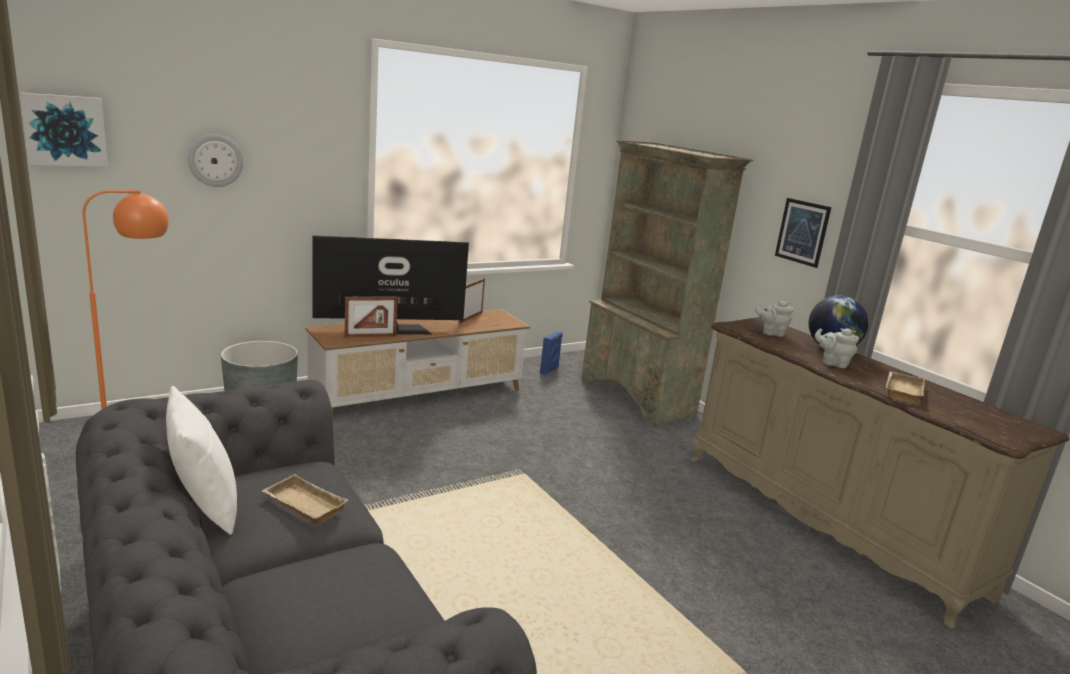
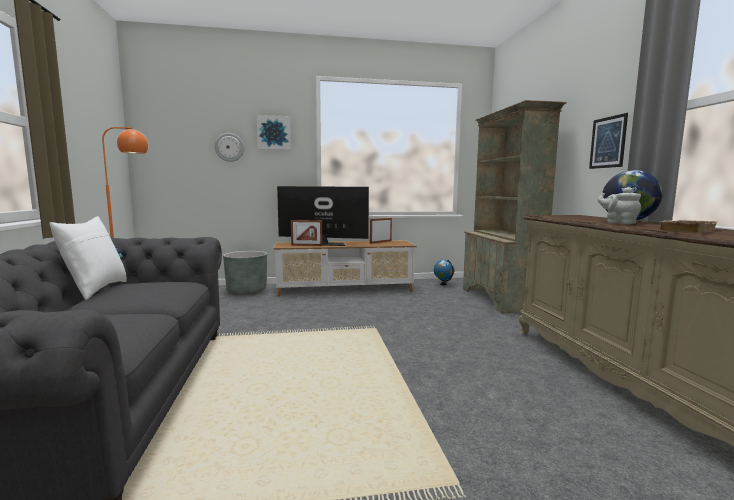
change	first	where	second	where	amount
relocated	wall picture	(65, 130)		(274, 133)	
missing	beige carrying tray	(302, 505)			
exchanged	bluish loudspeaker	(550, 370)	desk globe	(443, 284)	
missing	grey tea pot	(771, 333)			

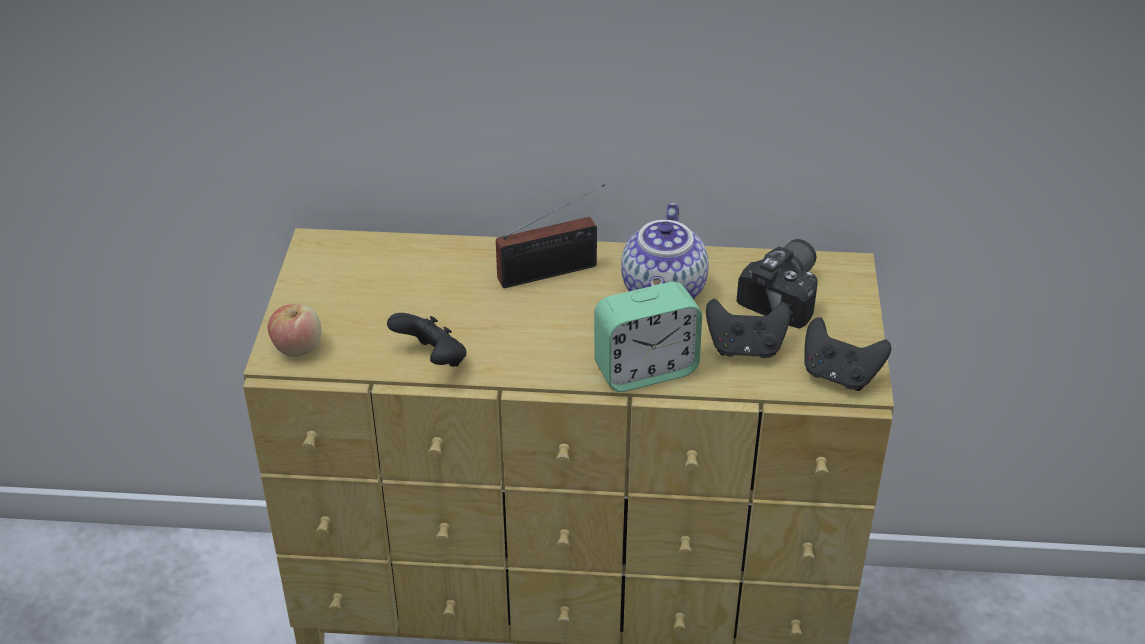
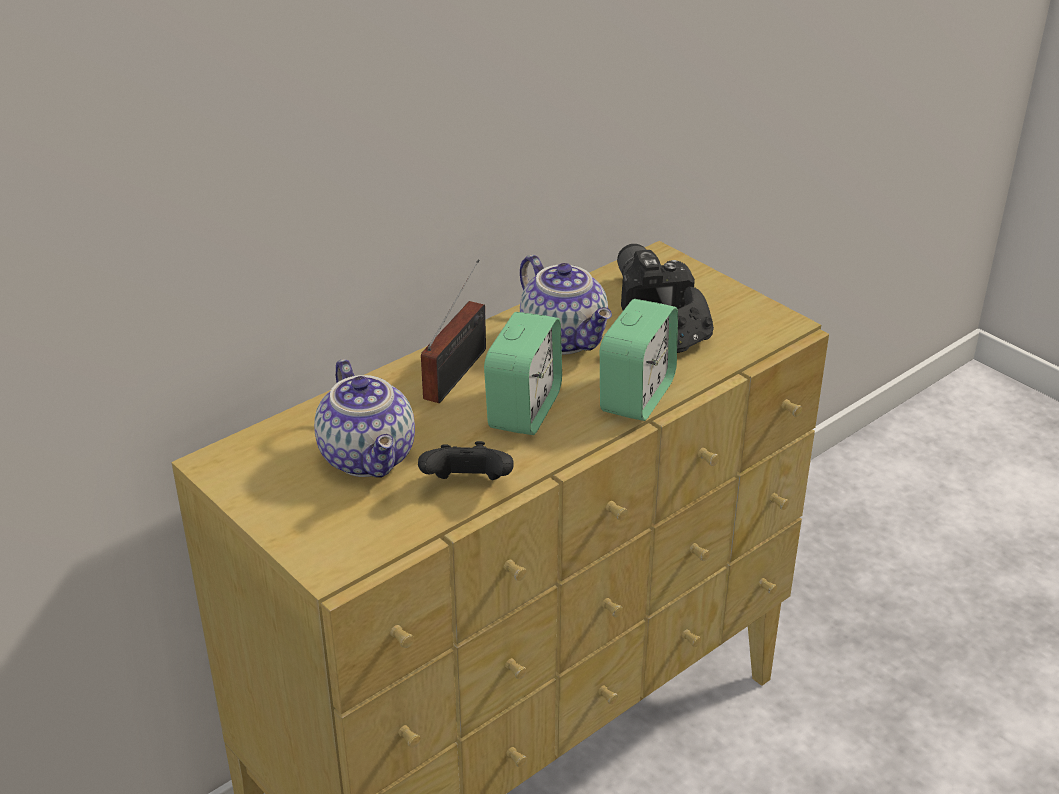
change	first	where	second	where	amount
missing	apple fruit	(297, 347)			
missing	black-coloured game controller	(839, 375)			
appeared			tea pot	(370, 457)	
appeared			alarm clock	(524, 410)	

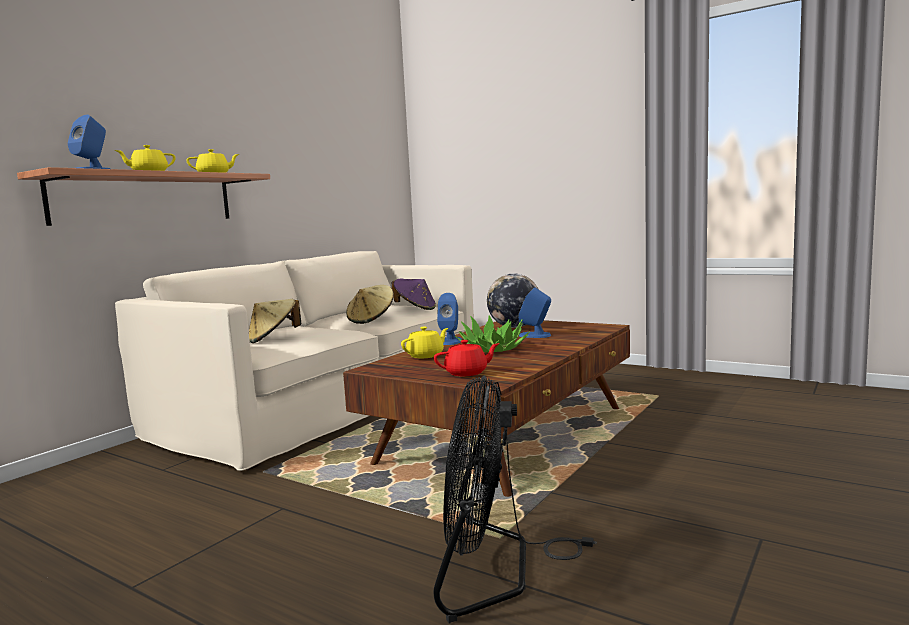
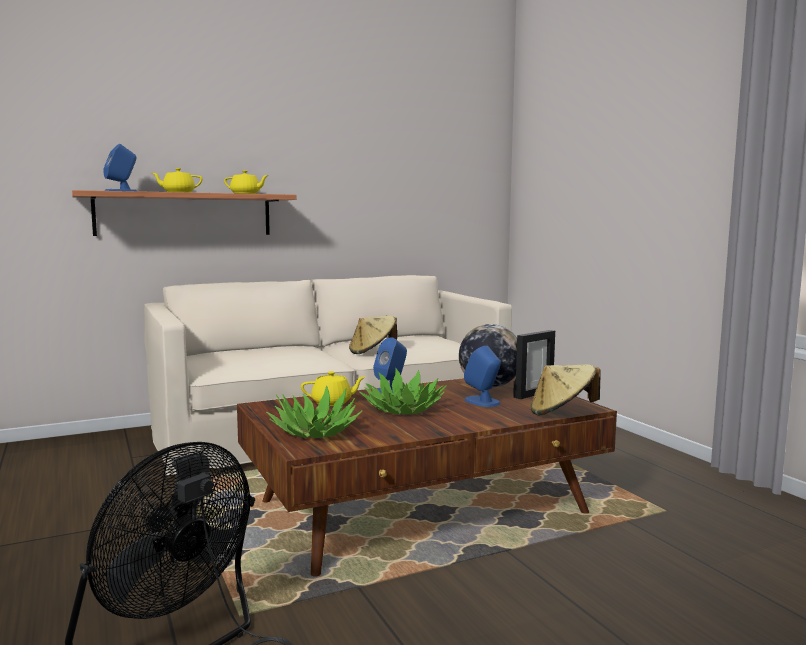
change	first	where	second	where	amount
relocated	beige hat	(273, 339)		(562, 412)	
missing	purple-coloured hat	(415, 309)			
exchanged	red-coloured tea pot	(467, 373)	houseplant	(315, 431)	
appeared			standing frame	(533, 394)	

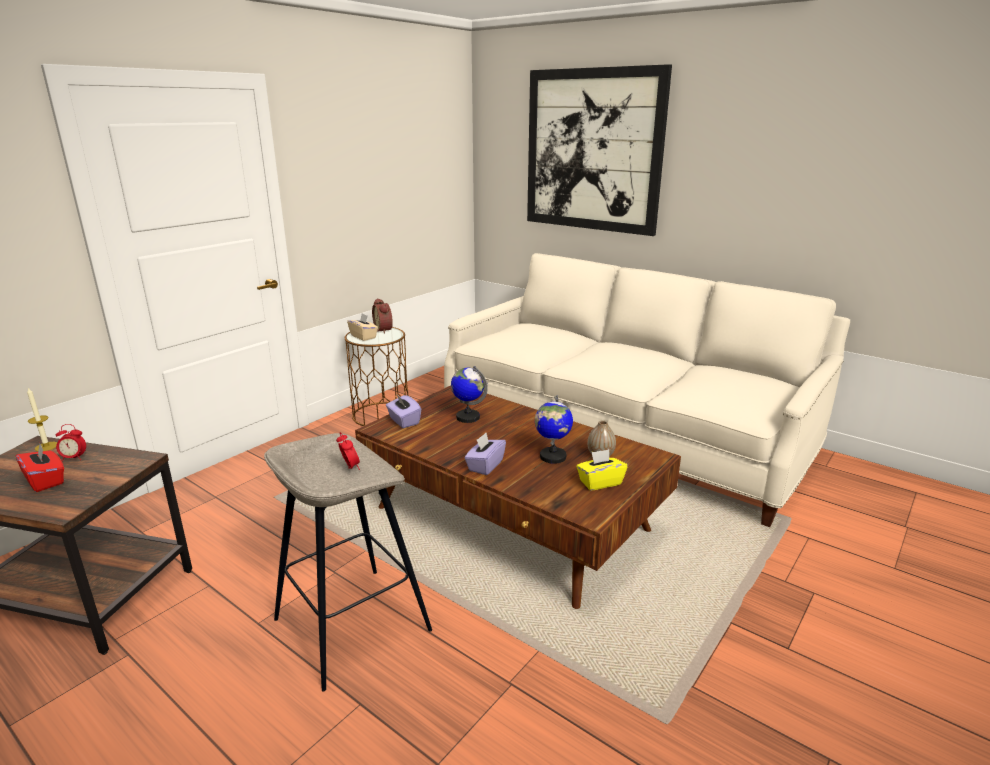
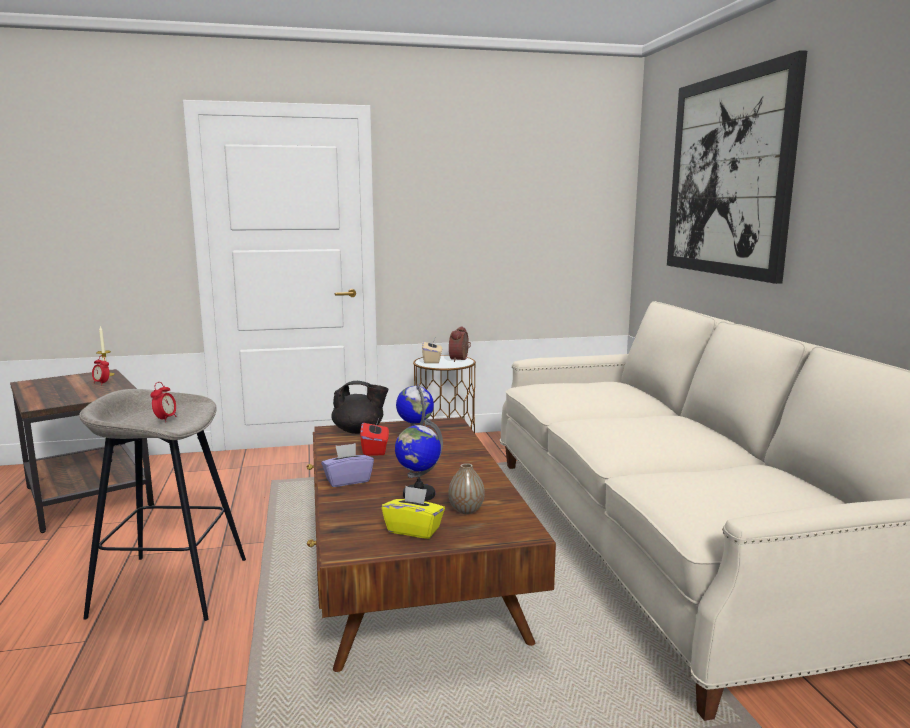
change	first	where	second	where	amount
relocated	red-coloured tissue box	(46, 480)		(375, 450)	
exchanged	purple-coloured tissue box	(403, 421)	black-coloured tea pot	(359, 431)	

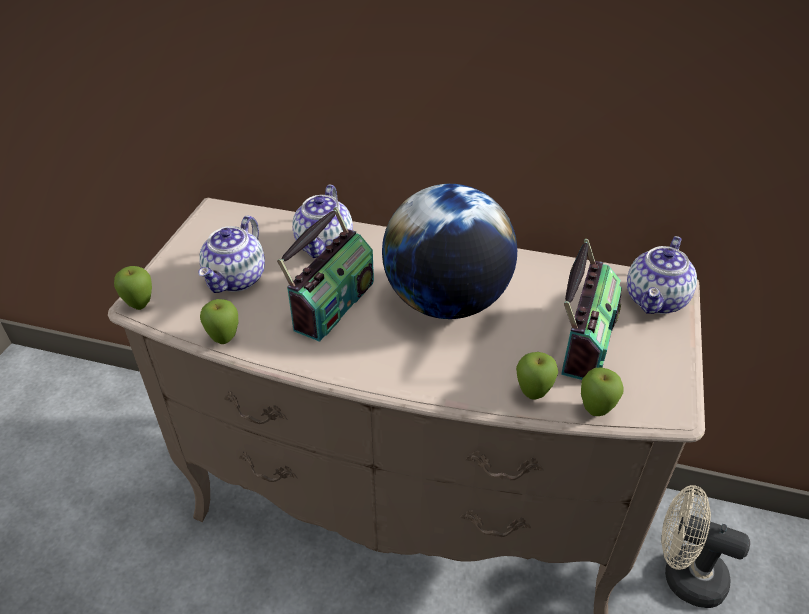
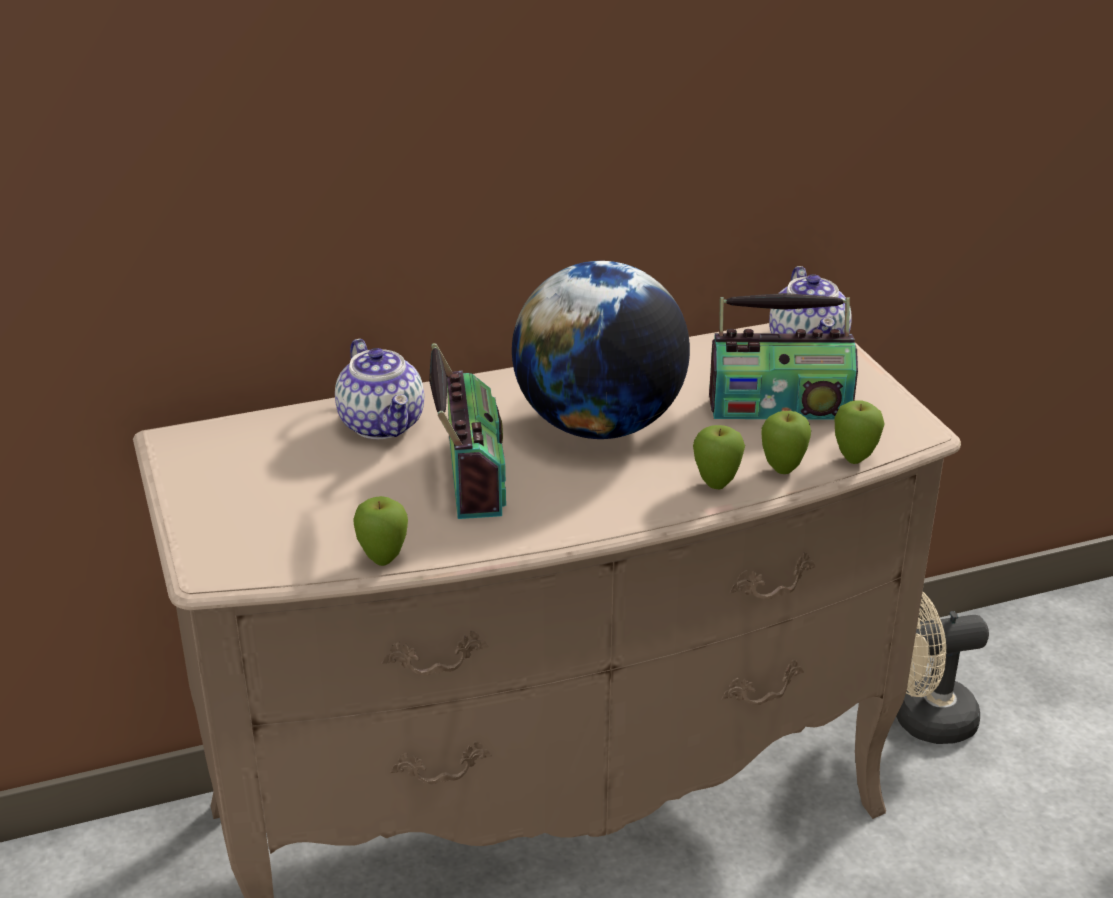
change	first	where	second	where	amount
relocated	apple fruit	(140, 305)		(716, 485)	
missing	tea pot	(236, 279)			
spun	radio	(584, 340)		(779, 406)	105 degrees clockwise

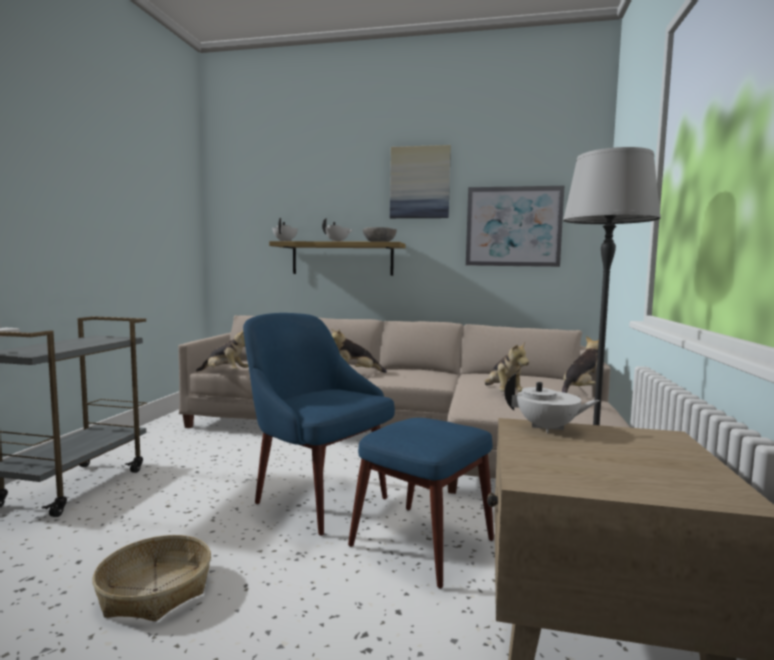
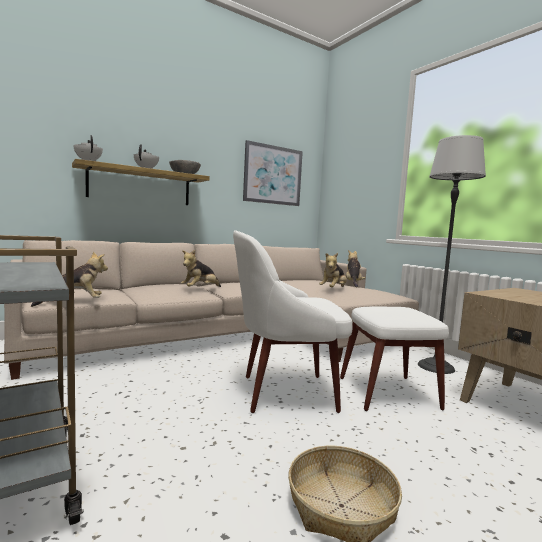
change	first	where	second	where	amount
colour	bluish armchair	(352, 514)	white armchair	(323, 393)	
missing	wall picture	(420, 182)			
spun	cuddly toy	(503, 393)		(333, 289)	90 degrees clockwise
missing	white tea pot	(548, 428)			

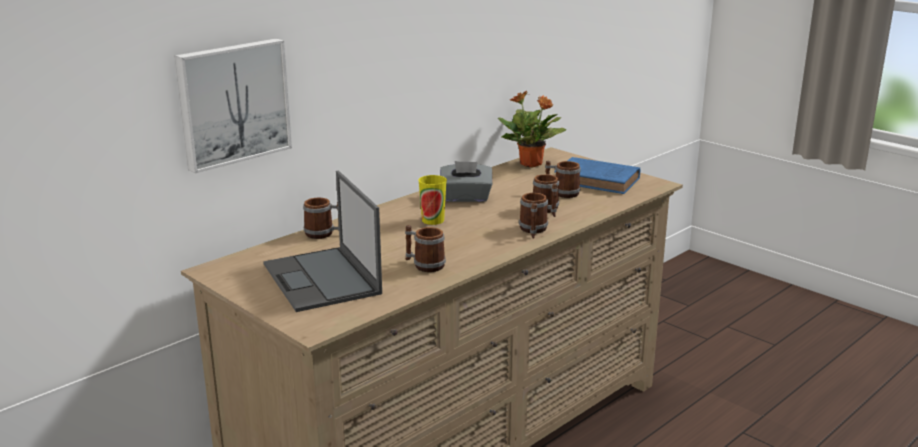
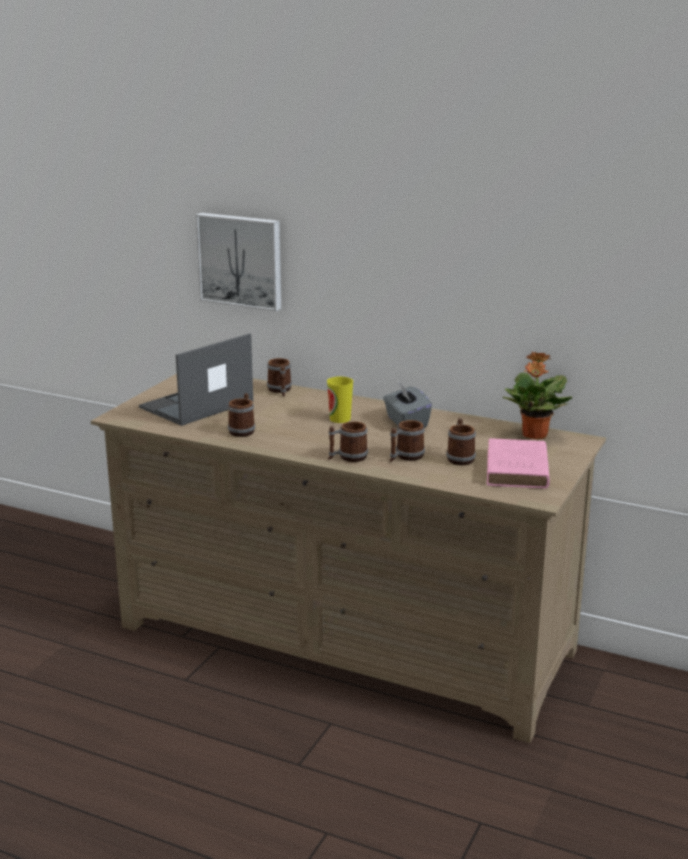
change	first	where	second	where	amount
colour	bluish book	(599, 181)	pink book	(517, 470)	

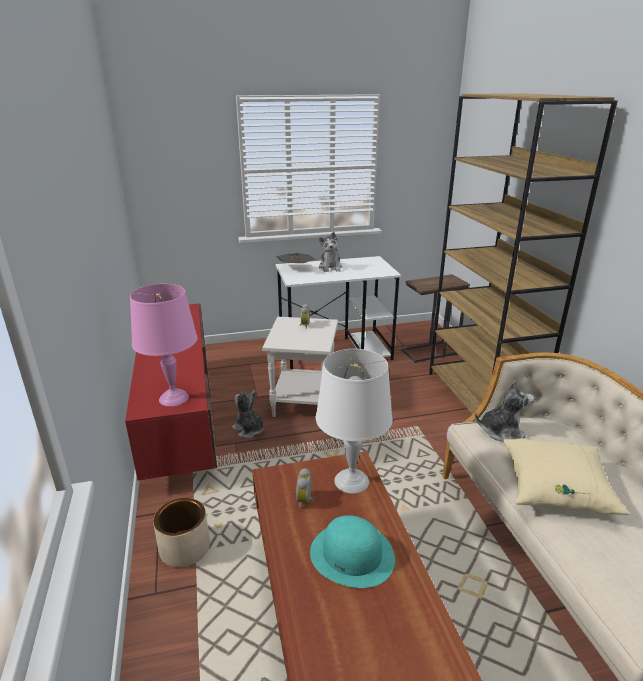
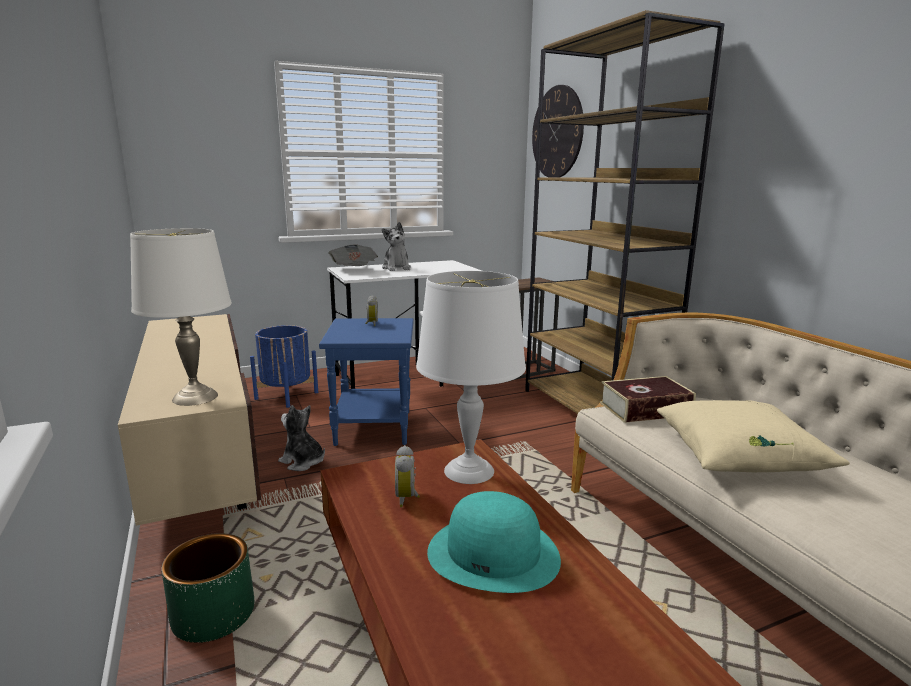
change	first	where	second	where	amount
colour	red-coloured media console	(180, 417)	beige media console	(201, 456)	
colour	pink lamp for a table	(174, 398)	white lamp for a table	(196, 397)	
colour	beige flower pot	(184, 548)	green-coloured flower pot	(213, 615)	
colour	white end table	(302, 401)	bluish end table	(372, 427)	
exchanged	cuddly toy	(500, 431)	book	(645, 409)	
appeared			bluish flower pot	(286, 395)	
appeared			wall clock	(557, 132)	

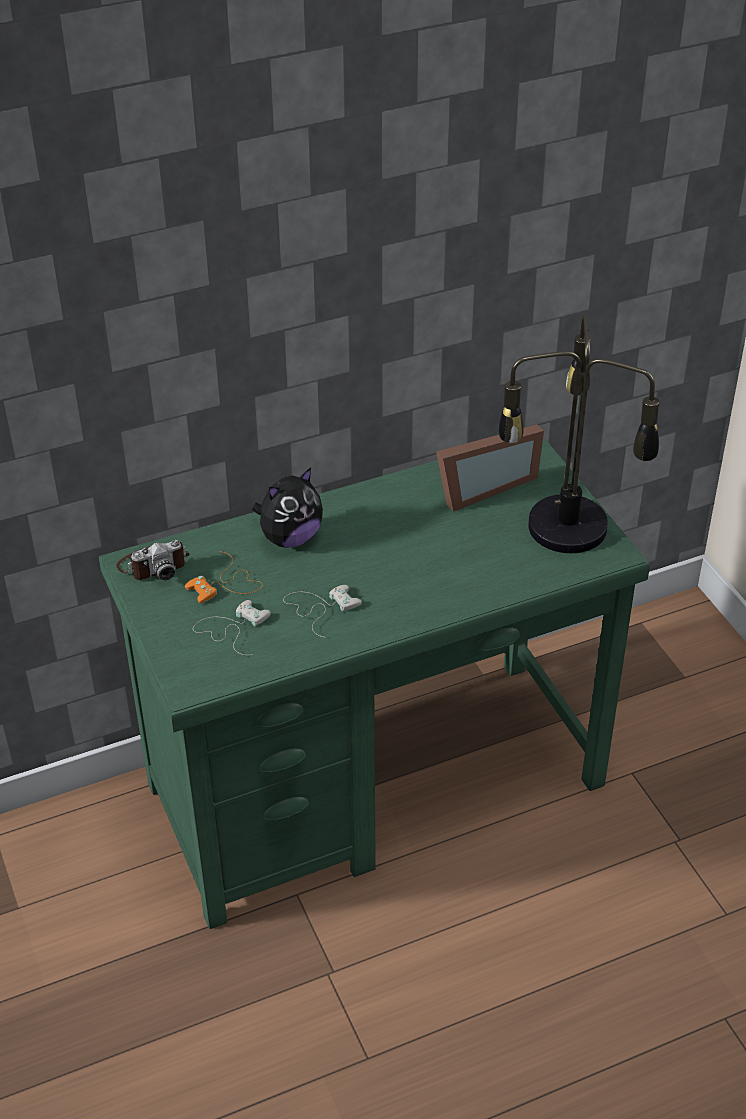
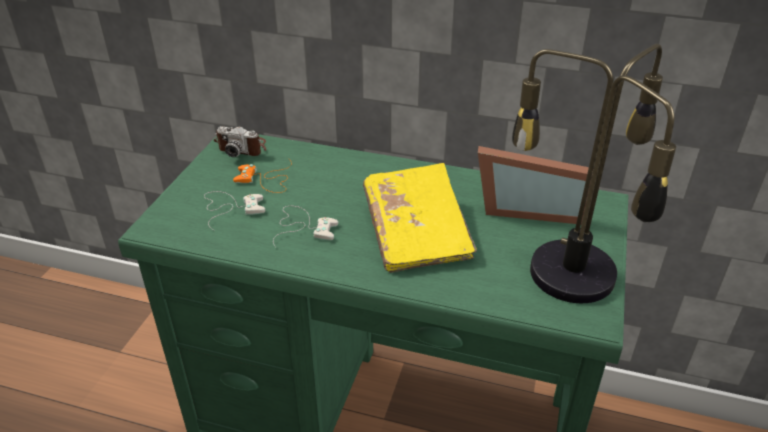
change	first	where	second	where	amount
missing	cuddly toy	(290, 538)			
appeared			yellowish book	(416, 233)	

